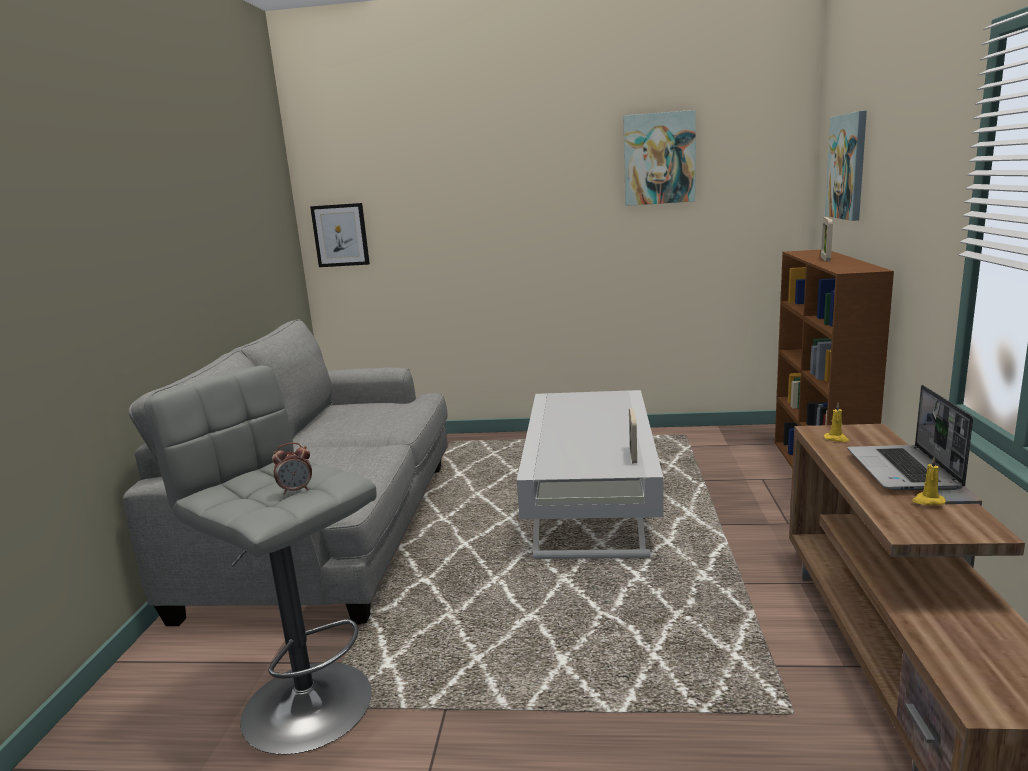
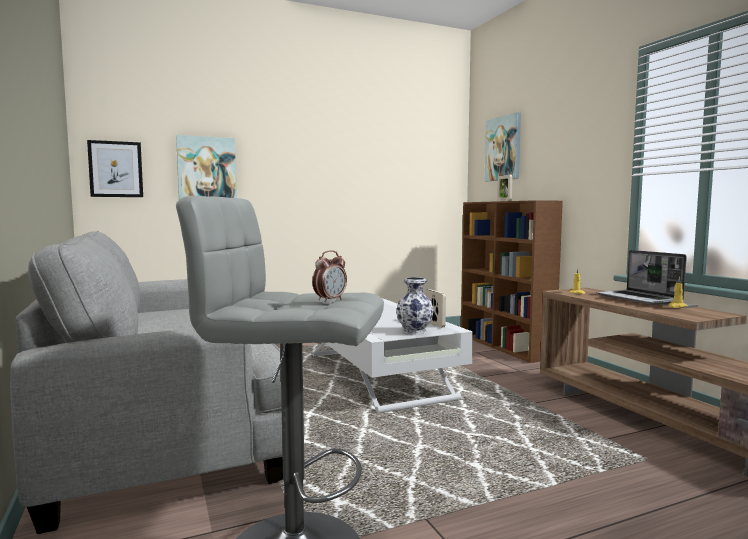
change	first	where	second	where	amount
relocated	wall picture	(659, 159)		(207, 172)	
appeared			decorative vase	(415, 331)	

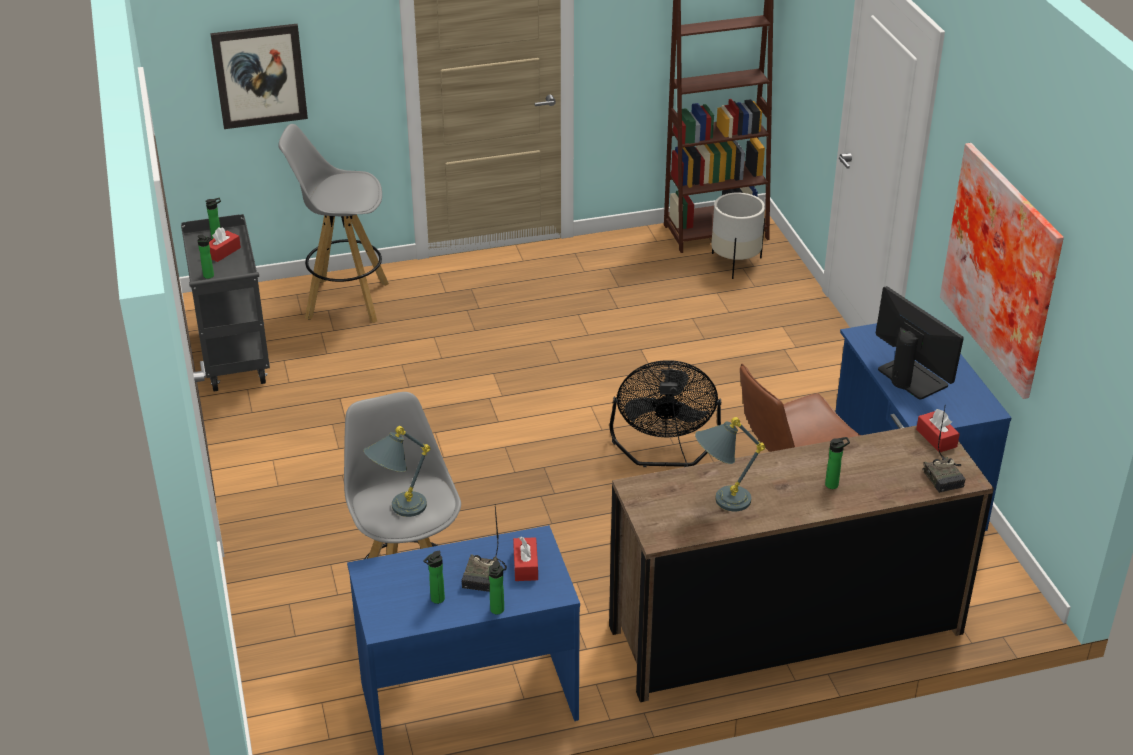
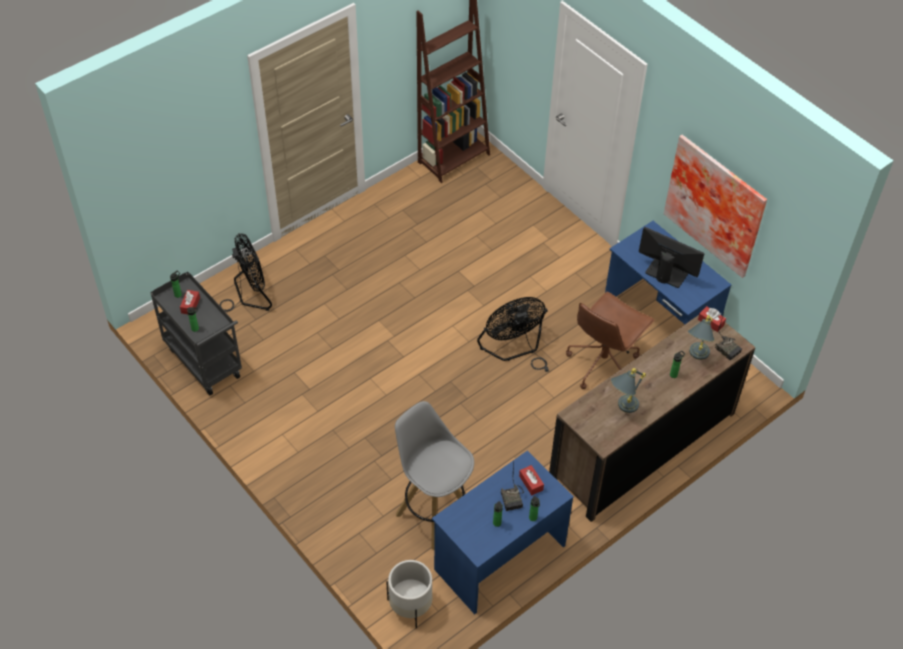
change	first	where	second	where	amount
missing	wall picture	(259, 76)			
exchanged	grey stool seat	(345, 300)	black-coloured fan	(248, 291)	
relocated	grey lamp for a table	(397, 510)		(696, 356)	
relocated	white flower pot	(735, 263)		(410, 606)	

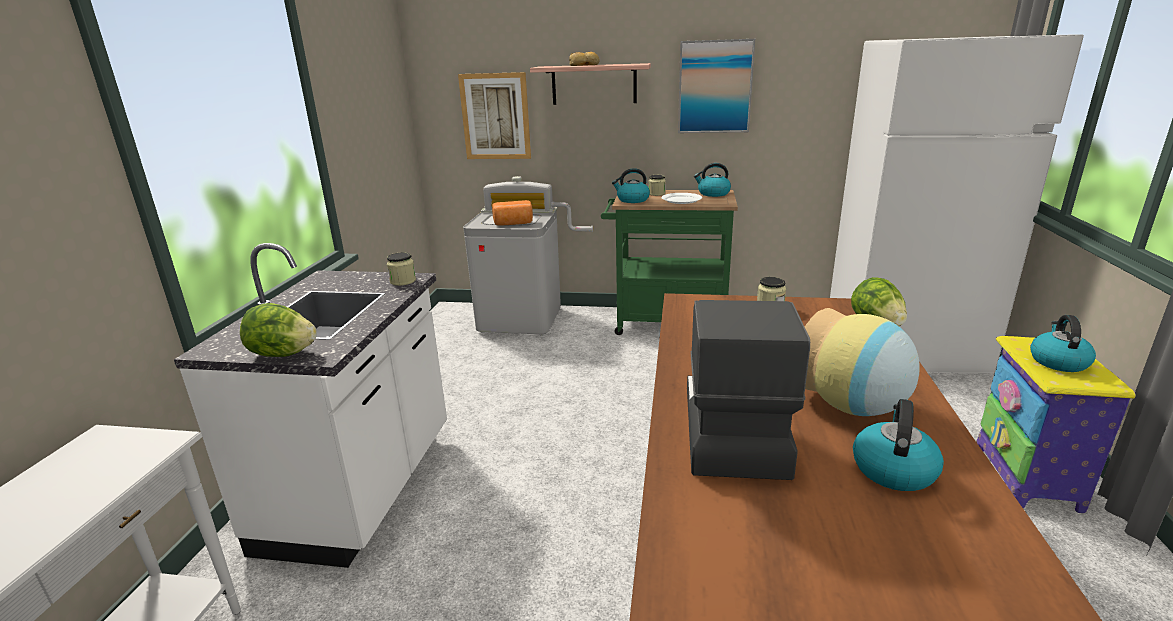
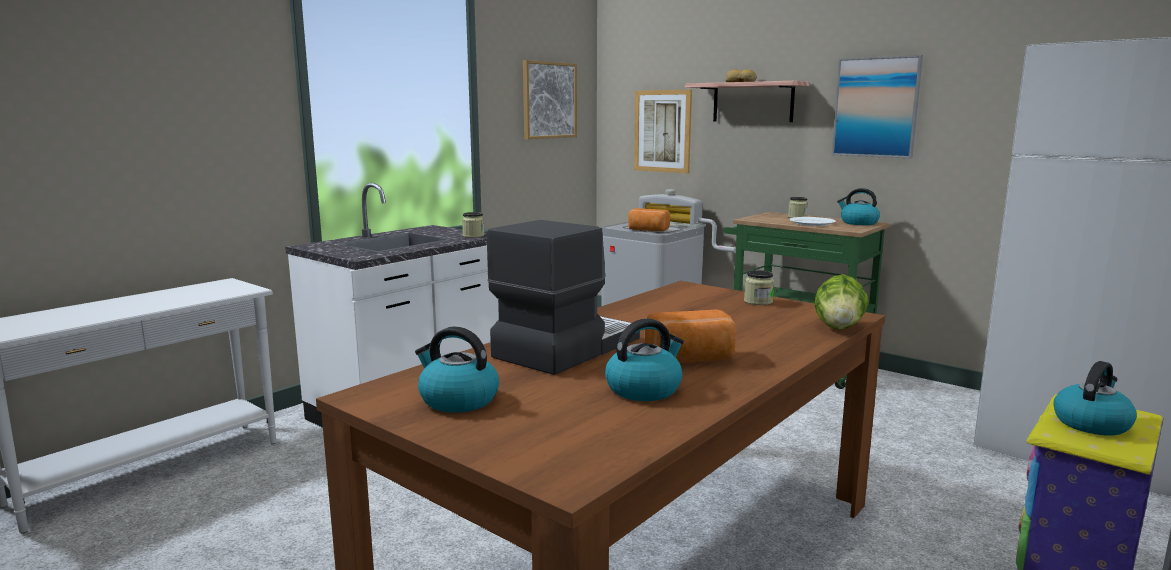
change	first	where	second	where	amount
missing	lettuce head	(283, 354)			
relocated	water kettle	(632, 200)		(457, 400)	
exchanged	decorative vase	(853, 407)	bakery bread	(691, 359)	
appeared			wall picture	(549, 100)	

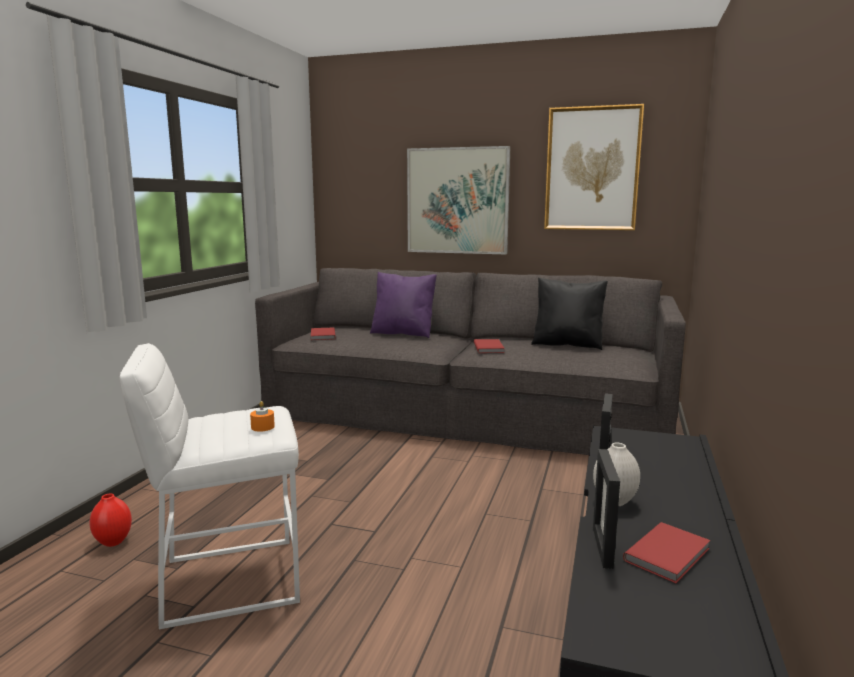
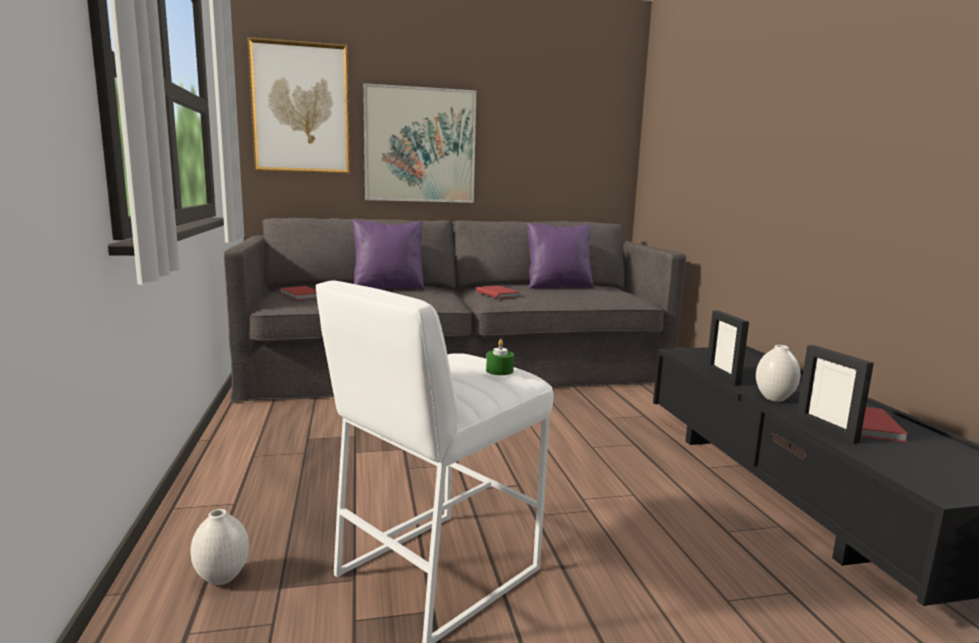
change	first	where	second	where	amount
colour	red-coloured decorative vase	(114, 542)	white decorative vase	(222, 577)	
colour	orangey wax candle	(262, 427)	green-coloured wax candle	(499, 371)	
colour	black-coloured pillow	(567, 344)	purple-coloured pillow	(558, 287)	
relocated	wall picture	(592, 169)		(301, 108)	

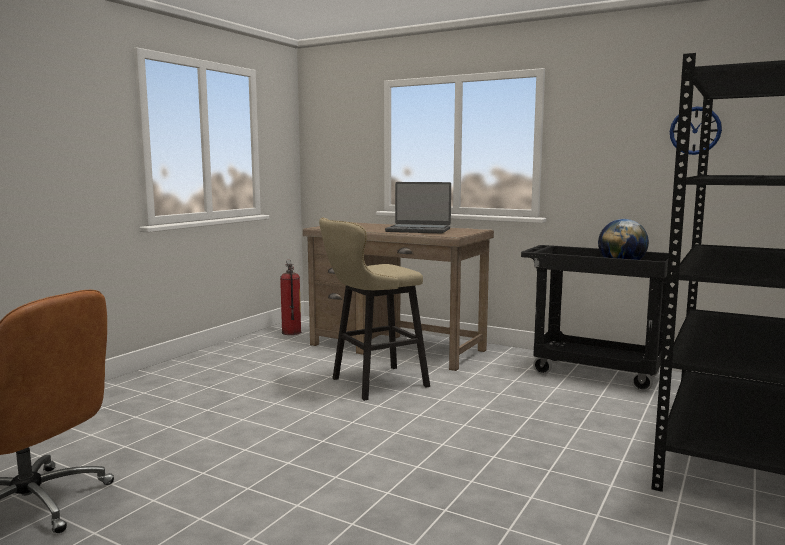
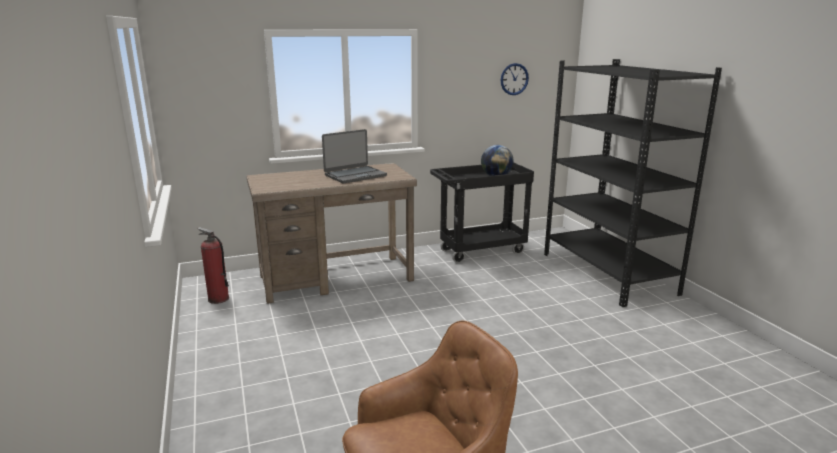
change	first	where	second	where	amount
missing	beige stool seat	(370, 384)			

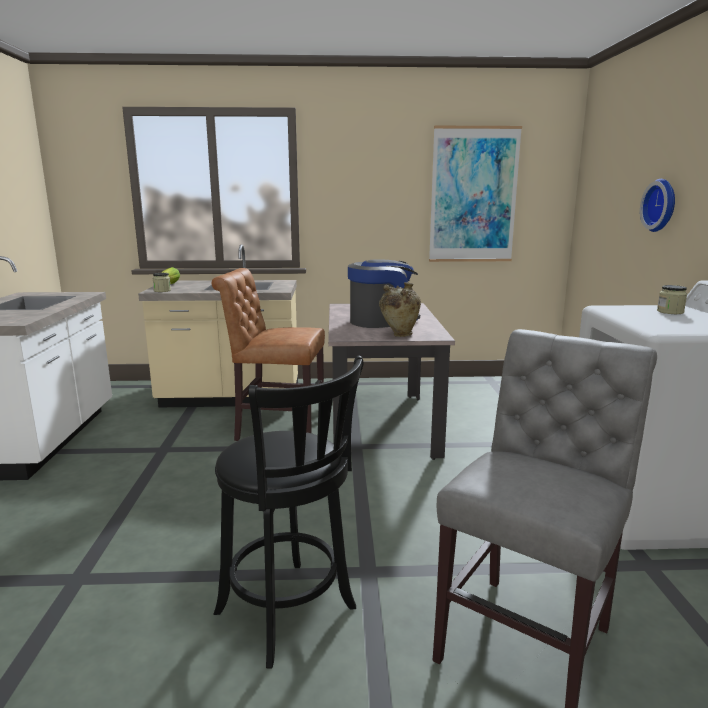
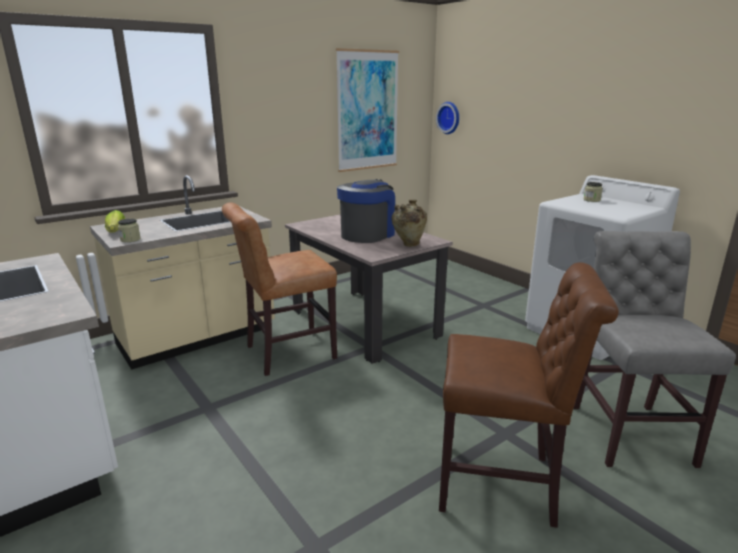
change	first	where	second	where	amount
exchanged	black-coloured stool seat	(290, 614)	brownish upright chair	(503, 484)	
relocated	wall clock	(661, 205)		(449, 118)	

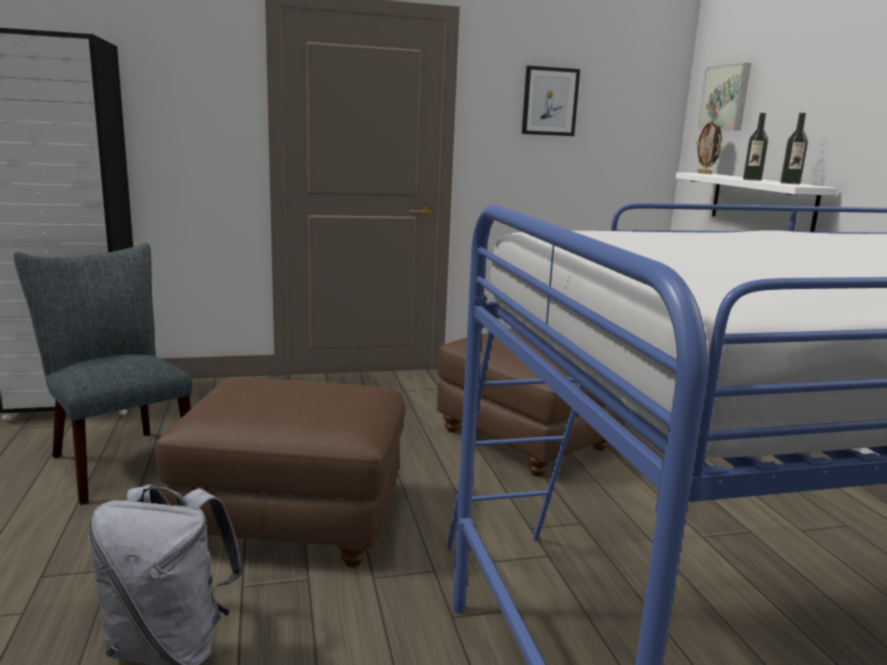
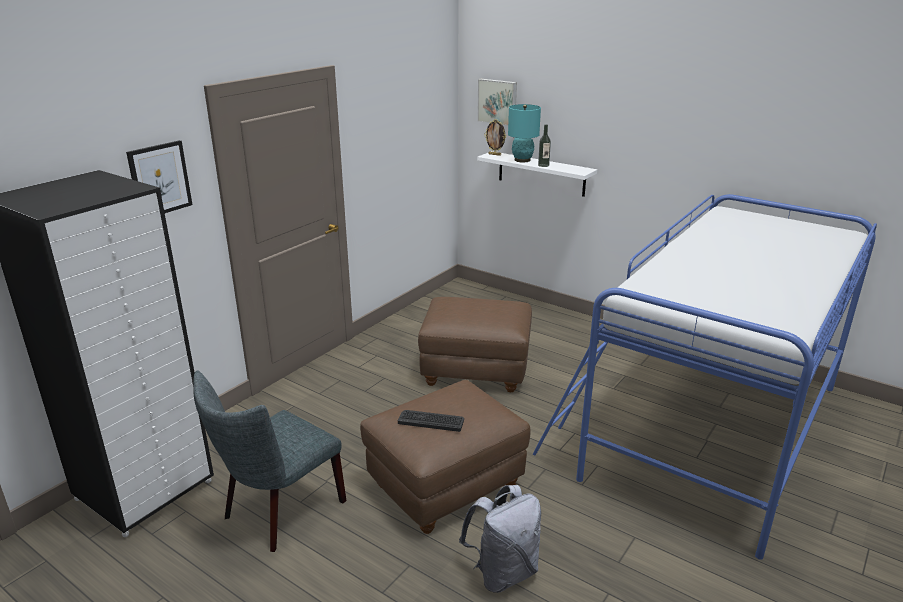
change	first	where	second	where	amount
spun	grey upright chair	(117, 460)		(278, 512)	60 degrees counterclockwise
relocated	wall picture	(550, 101)		(160, 179)	
missing	drink bottle	(790, 183)			
appeared			computer keyboard	(431, 421)	
appeared			blue-green lamp for a table	(522, 160)	

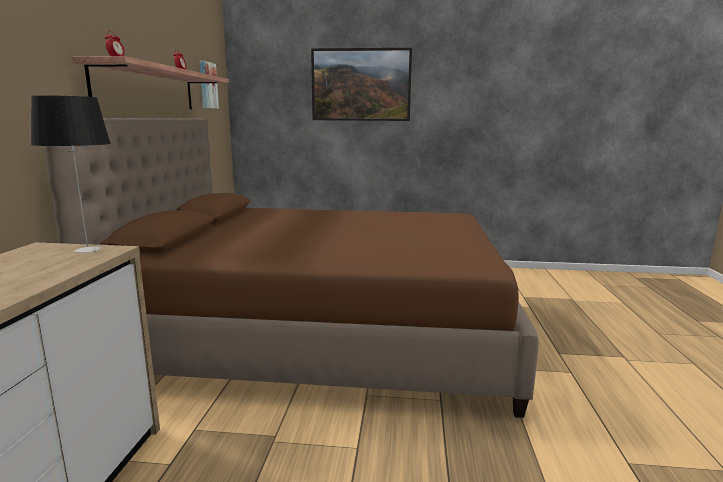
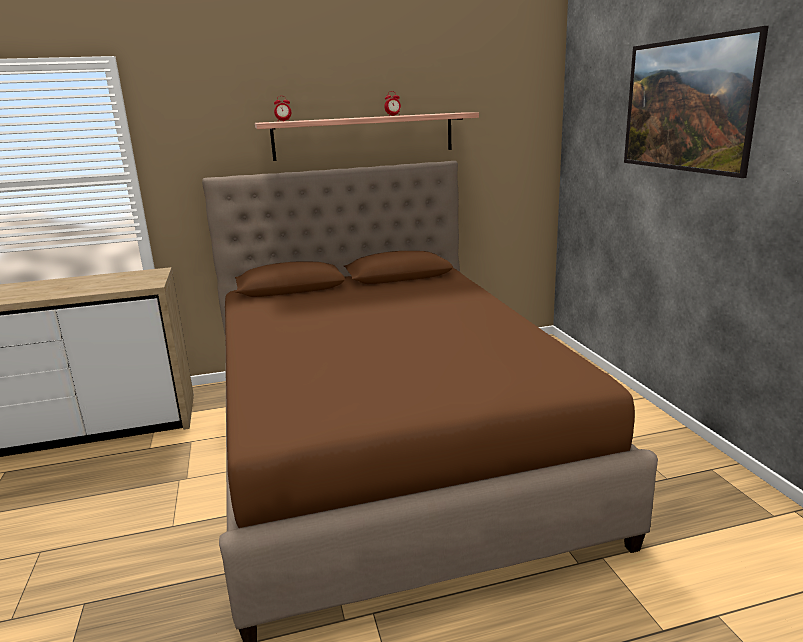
change	first	where	second	where	amount
missing	lamp for a table	(88, 250)			
missing	wall picture	(207, 85)			

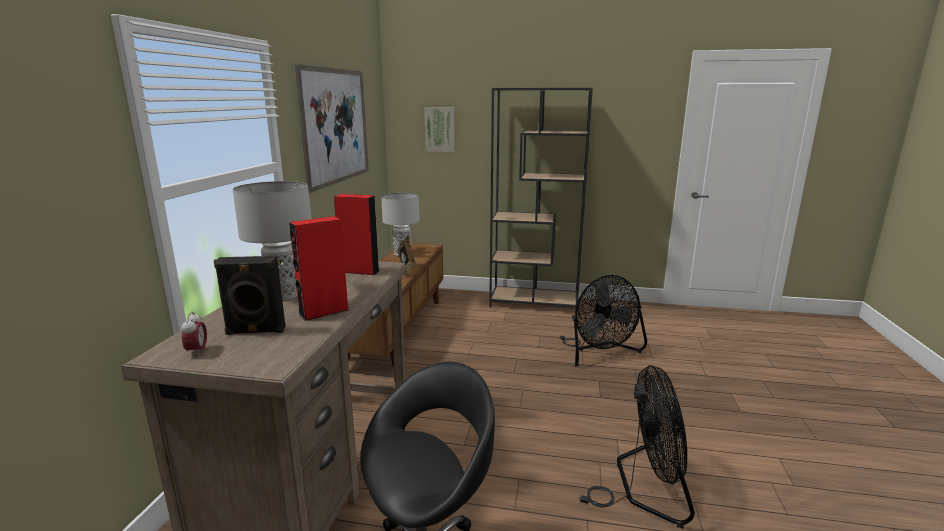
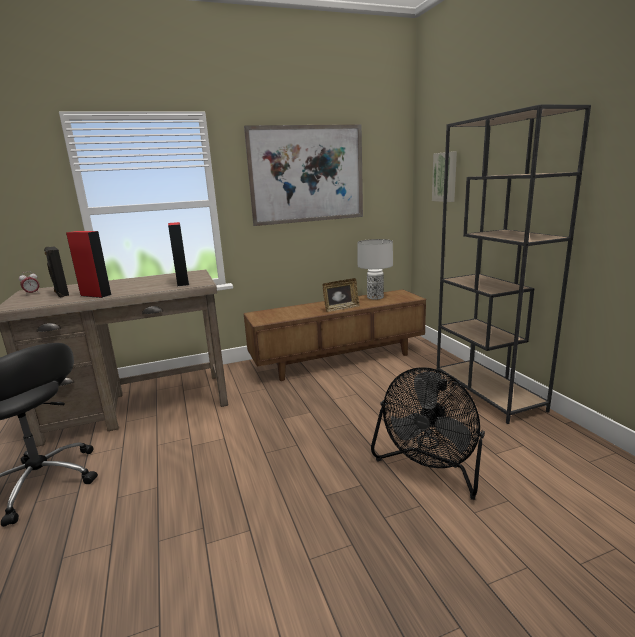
change	first	where	second	where	amount
missing	white lamp for a table	(284, 294)			
missing	black-coloured fan	(640, 485)			

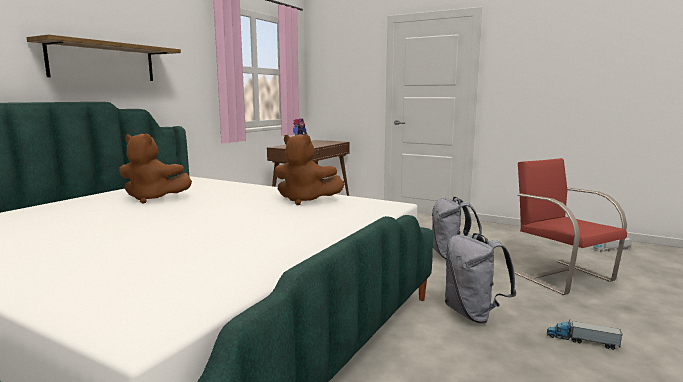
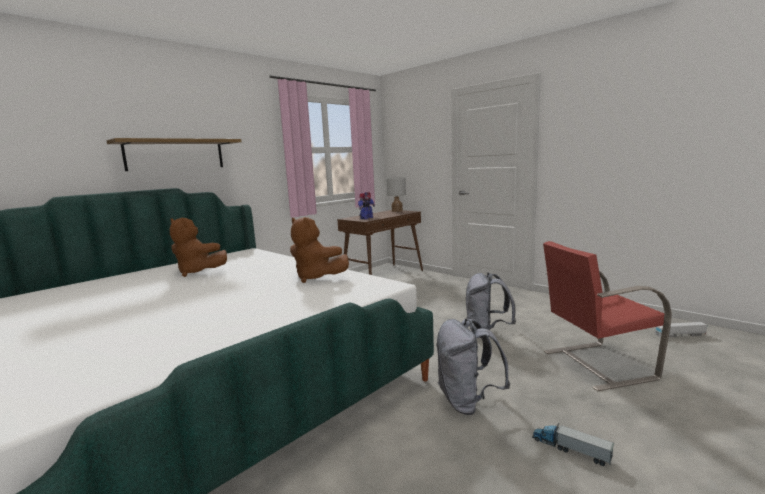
change	first	where	second	where	amount
spun	red-coloured upright chair	(561, 276)		(595, 364)	90 degrees counterclockwise
appeared			grey lamp for a table	(397, 211)	

